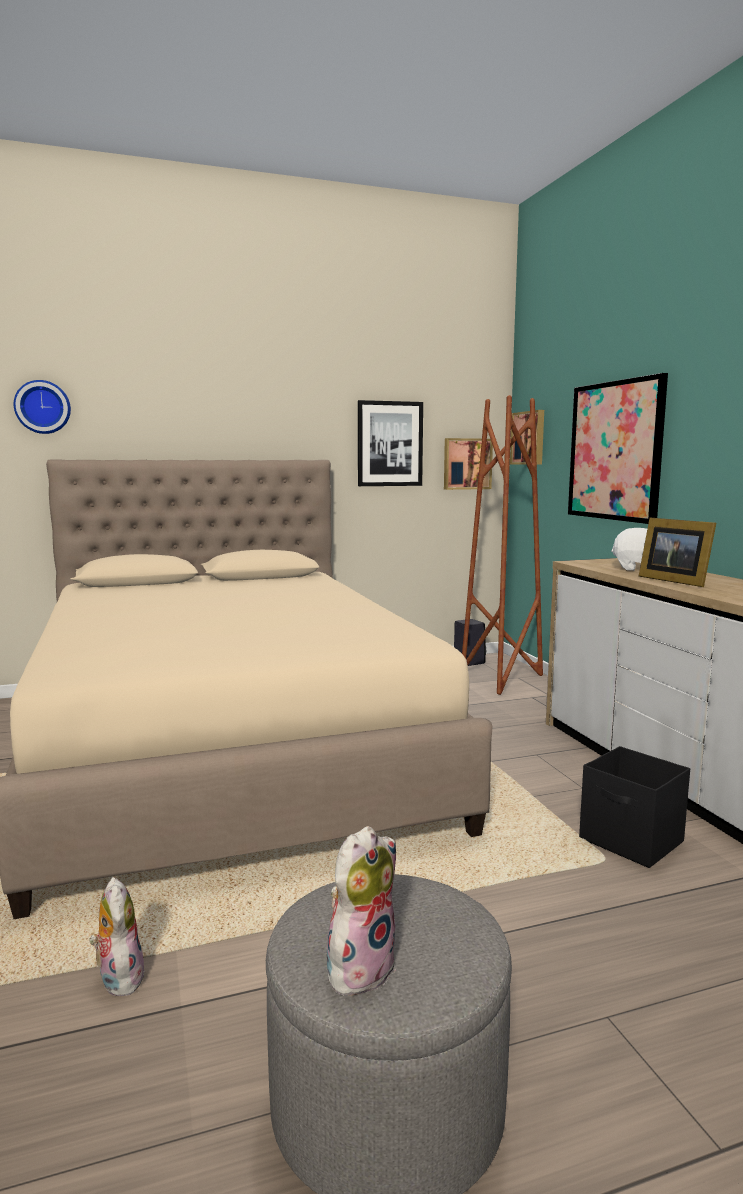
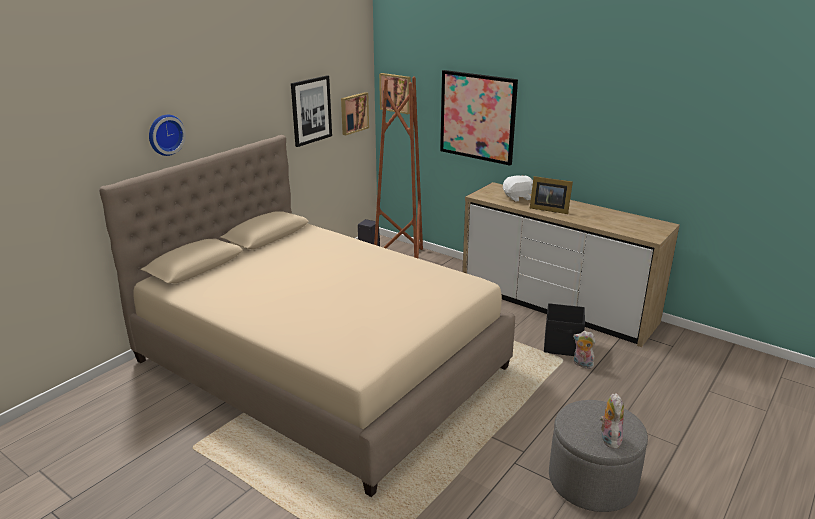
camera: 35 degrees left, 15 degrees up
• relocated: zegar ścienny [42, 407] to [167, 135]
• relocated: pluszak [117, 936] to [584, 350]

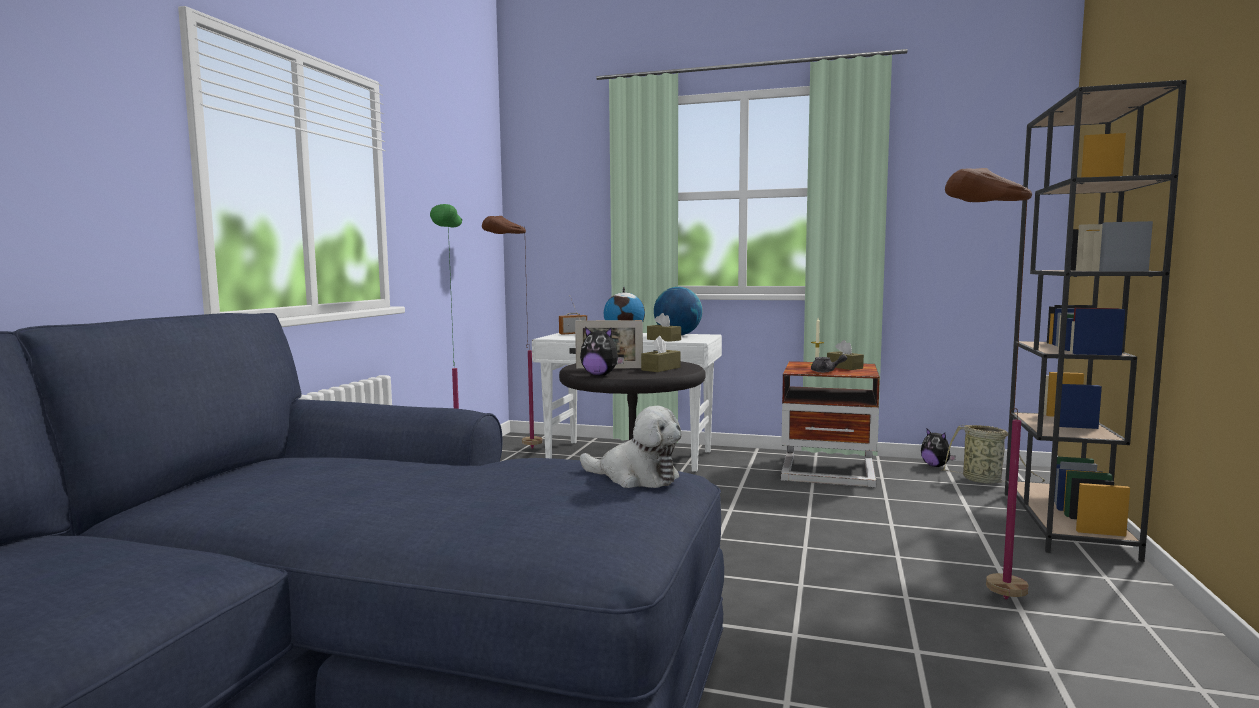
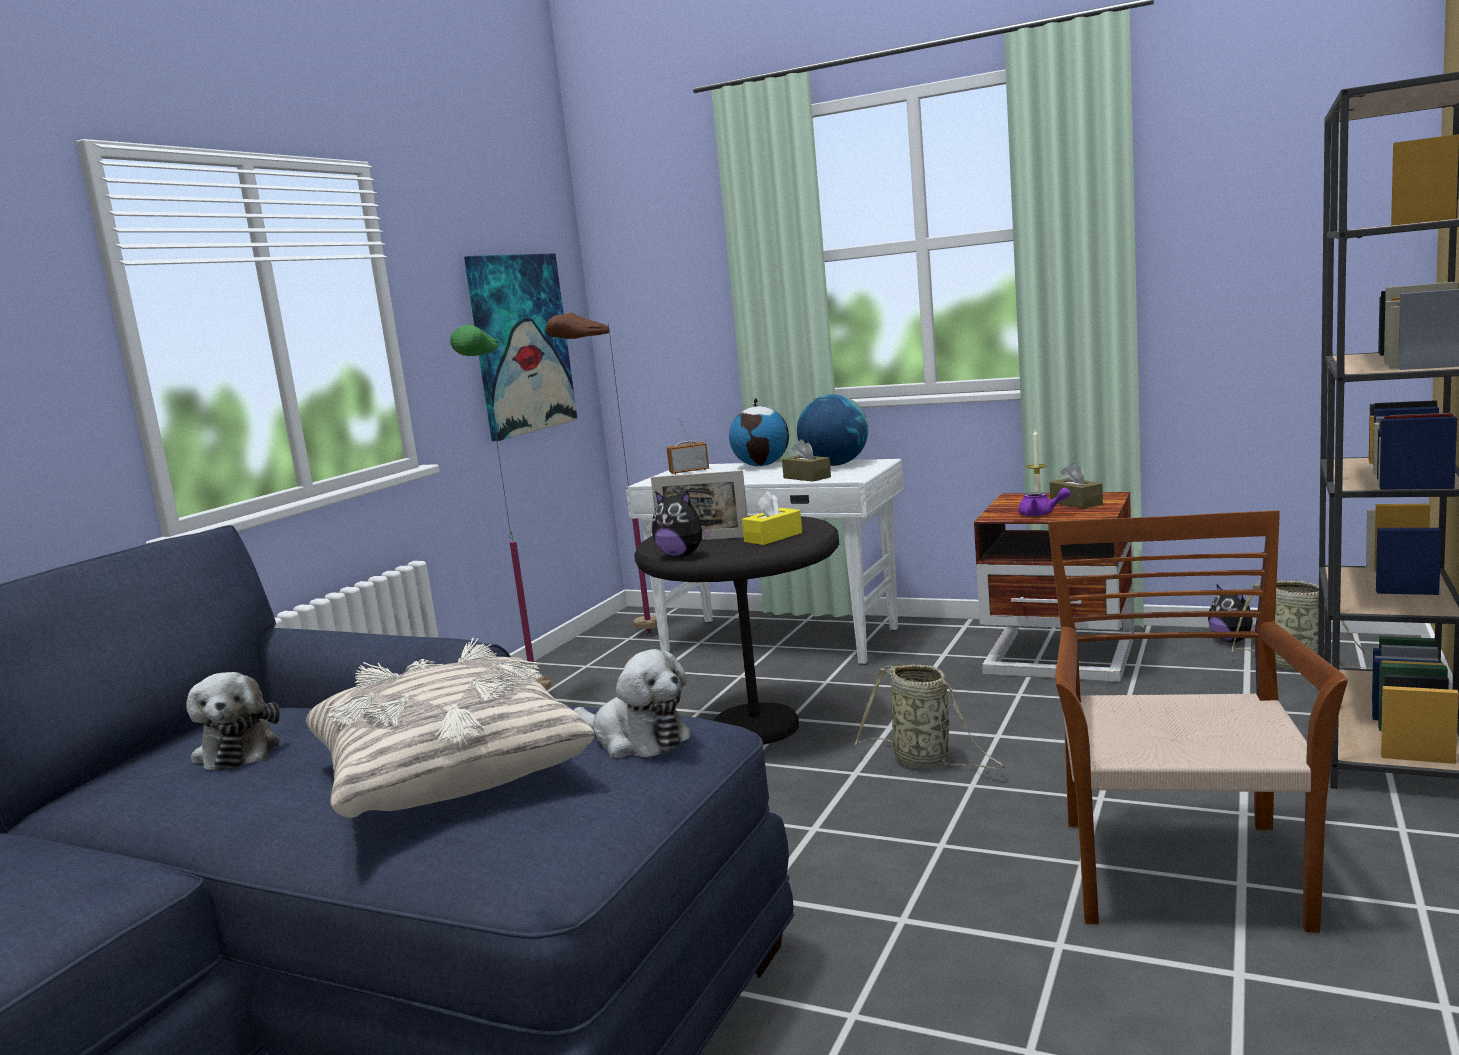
camera: 10 degrees right, 5 degrees up
• appeared: pluszak [233, 721]
• appeared: poduszka [beżowy] [450, 728]
• appeared: obraz [520, 347]
• colour: pudełko chusteczek [brązowy] [660, 354] to pudełko chusteczek [żółty] [772, 518]
• appeared: koszyk [930, 716]
• colour: imbryk [szary] [829, 363] to imbryk [fioletowy] [1044, 502]
• exchanged: lampa stojąca [brązowy] [988, 383] to fotel [brązowy] [1198, 721]

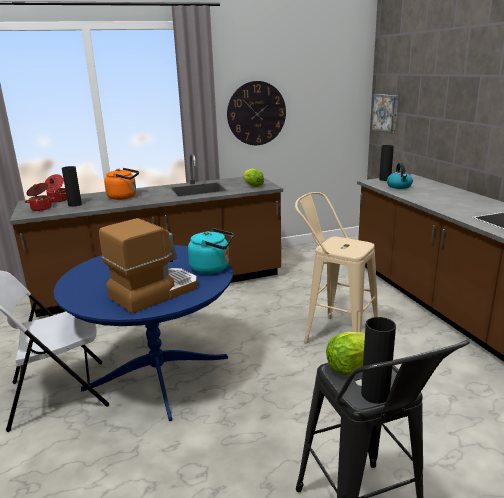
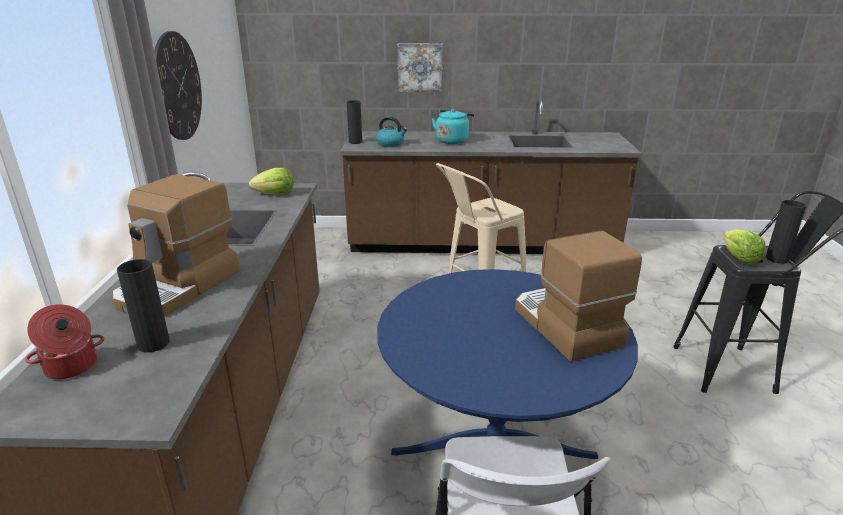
camera: 70 degrees left, 5 degrees up
• exchanged: czajnik [pomarańczowy] [121, 184] to ekspres do kawy [175, 245]
• relocated: obraz [385, 114] to [420, 67]
• relocated: czajnik [turkusowy] [211, 251] to [453, 126]
• missing: garnek [39, 197]

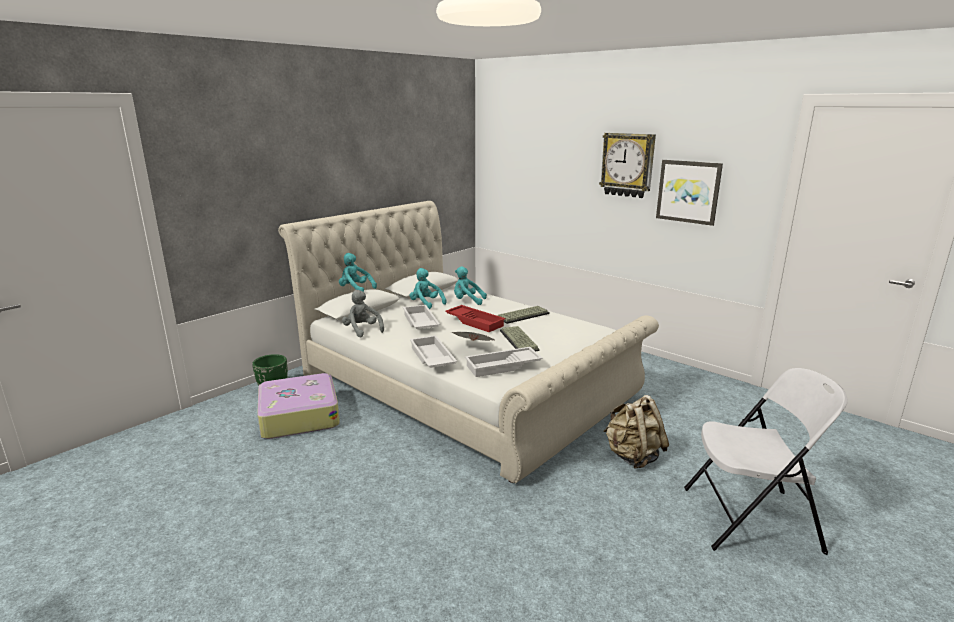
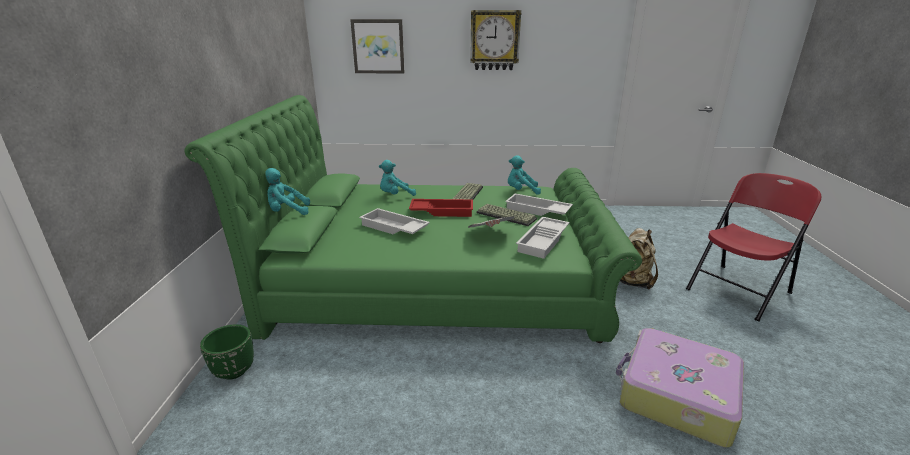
camera: 40 degrees left, 5 degrees up
• colour: łóżko [beżowy] [468, 342] to łóżko [zielony] [413, 219]
• relocated: obraz [689, 193] to [377, 46]
• relocated: taca [biały] [433, 351] to [539, 205]
• relocated: pluszak [turkusowy] [428, 288] to [524, 175]
• relocated: walizka [298, 406] to [680, 388]
• colour: krzesło [biały] [766, 461] to krzesło [czerwony] [753, 247]
• missing: pluszak [szary] [363, 314]

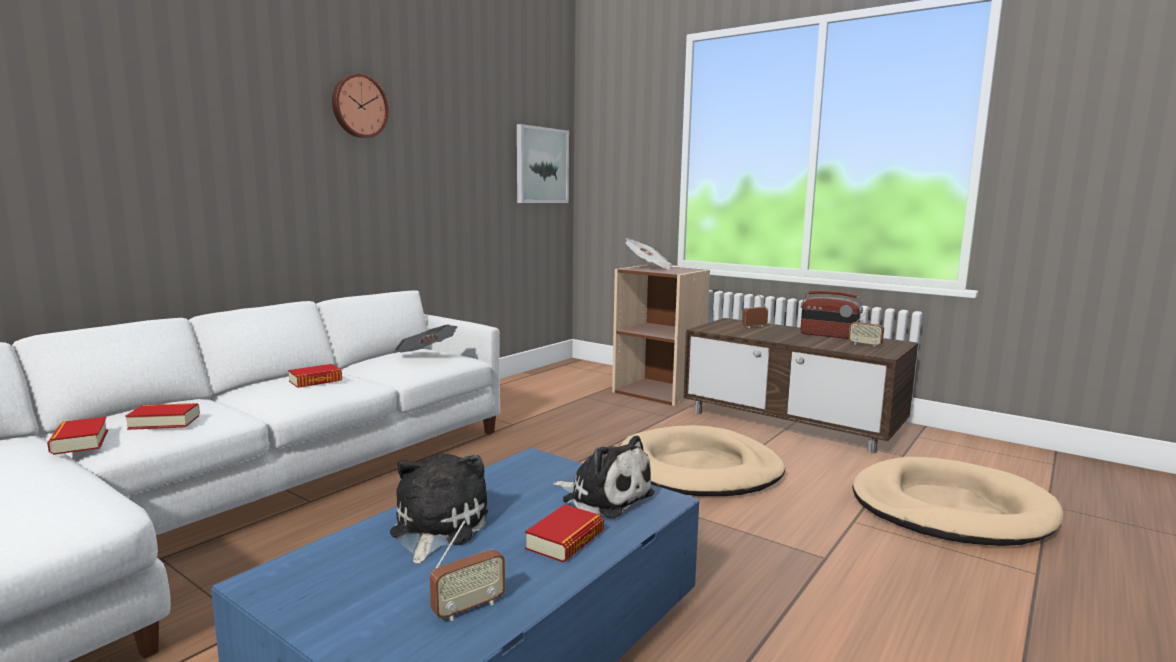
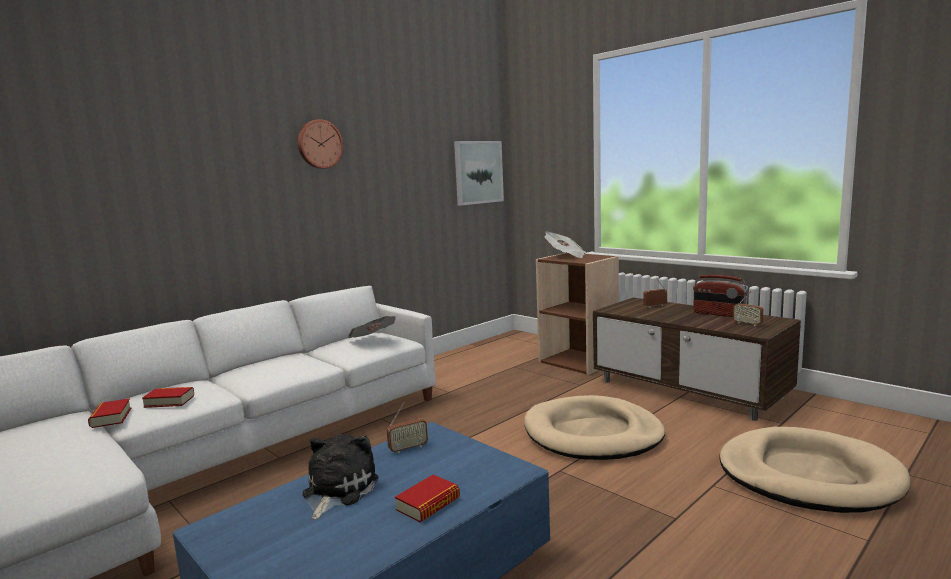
camera: 10 degrees right, 0 degrees up
• relocated: radio [467, 571] to [407, 428]
• missing: książka [315, 376]
• missing: pluszak [603, 477]

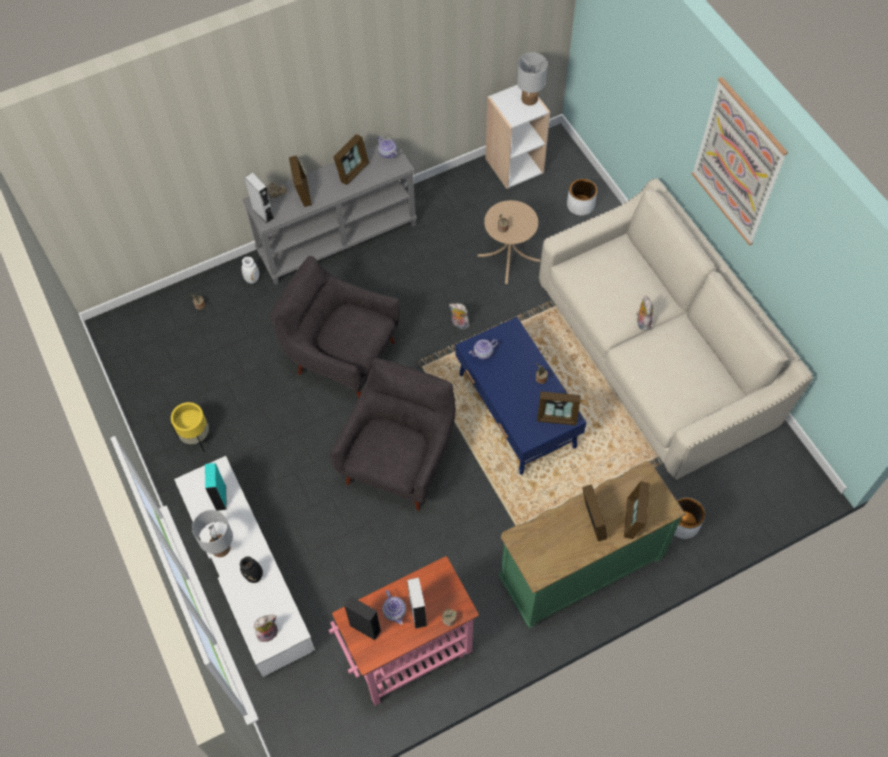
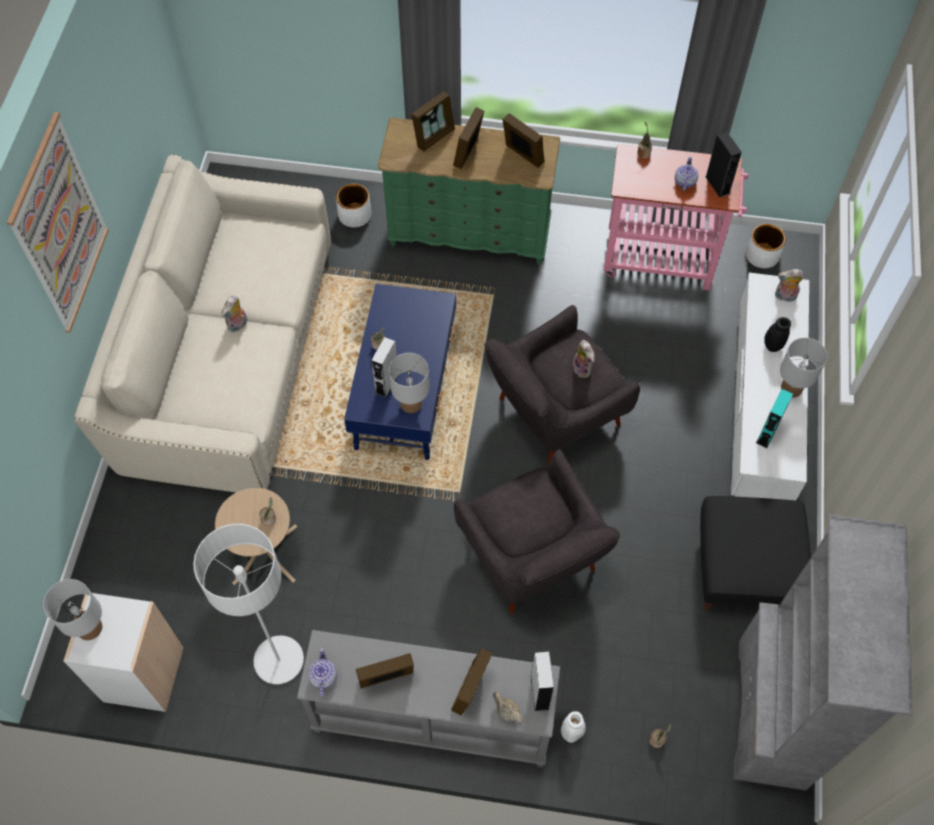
camera: 145 degrees left, 0 degrees up
• appeared: lampa stojąca [szary] [248, 604]
• relocated: głośnik [szary] [417, 603] to [384, 367]
• exchanged: imbryk [483, 349] to lampa stołowa [szary] [409, 383]
• relocated: ramka na zdjęcie [559, 408] to [524, 140]
• relocated: pluszak [459, 316] to [584, 359]
• exchanged: donica [żółty] [190, 427] to pufa [czarny] [755, 553]
• appeared: regał [szary] [823, 652]
• relocated: donica [biały] [582, 197] to [766, 246]

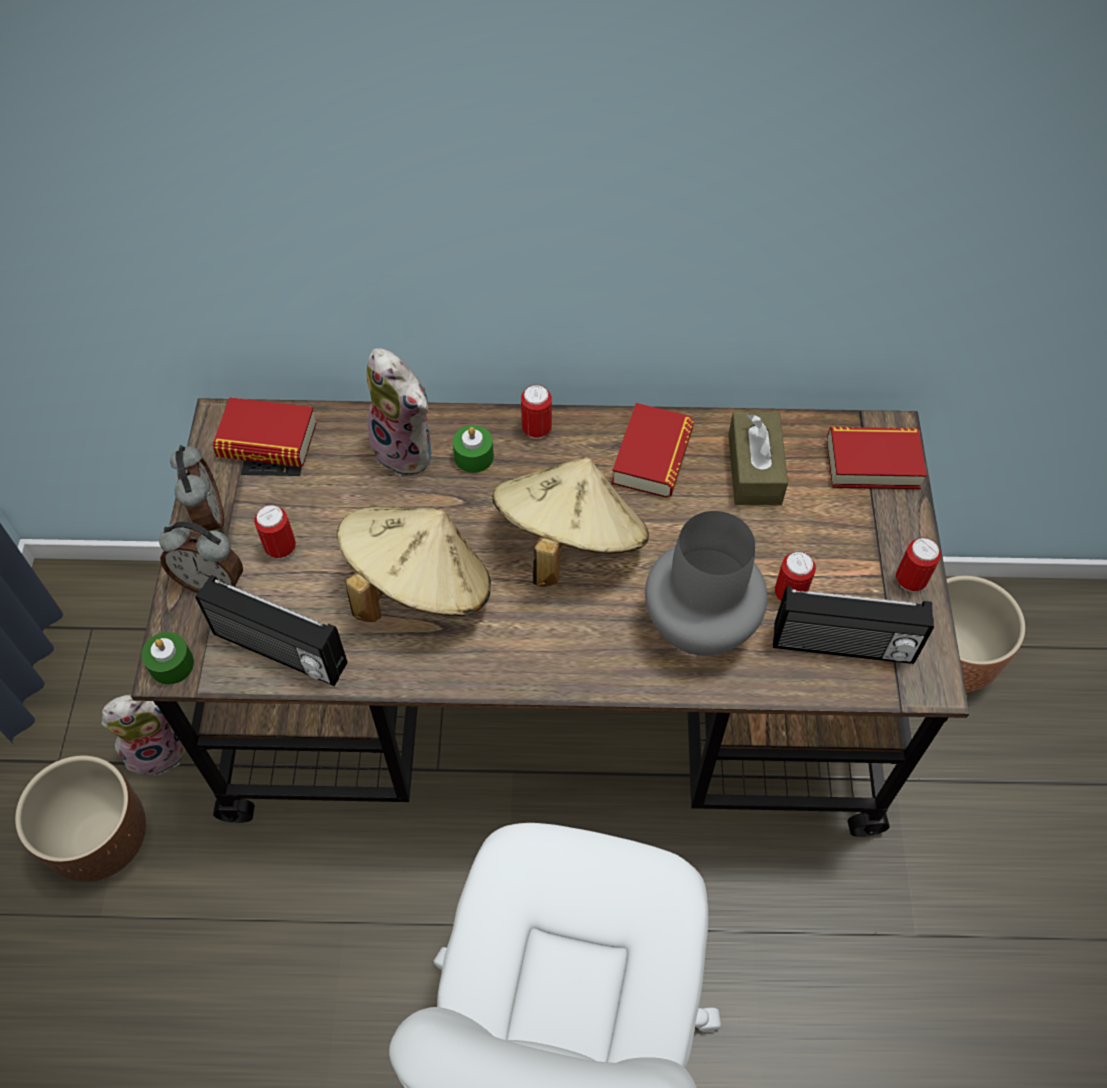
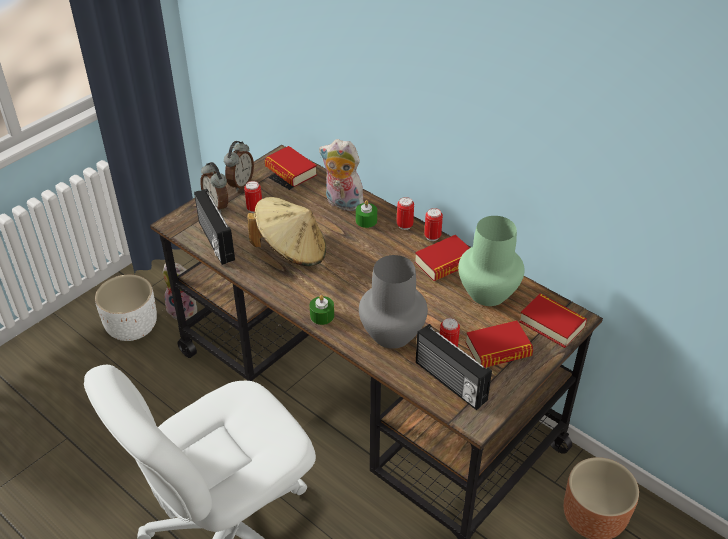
camera: 40 degrees right, 15 degrees down
• colour: donica [brązowy] [80, 818] to donica [biały] [126, 308]
• relocated: świeca [zielony] [167, 658] to [322, 310]
• spun: pluszak [398, 412] = [341, 175] 120 degrees clockwise
• relocated: puszka [918, 565] to [433, 224]
• exchanged: pudełko chusteczek [brązowy] [758, 458] to wazon [zielony] [491, 261]
• appeared: książka [499, 344]
• missing: kapelusz [beżowy] [570, 522]

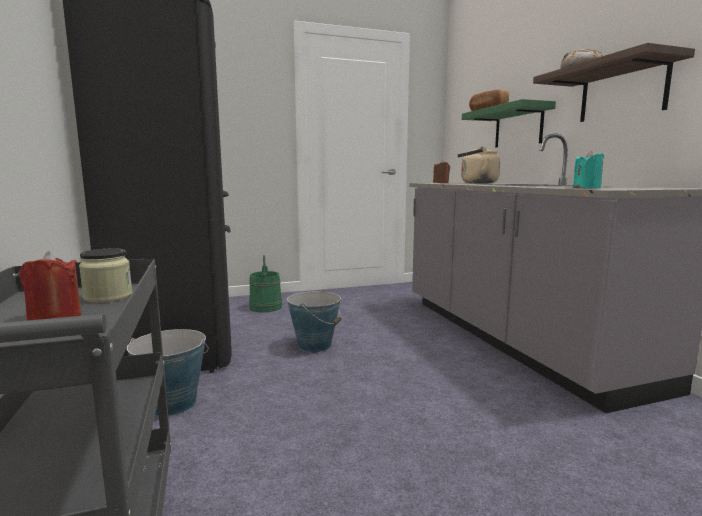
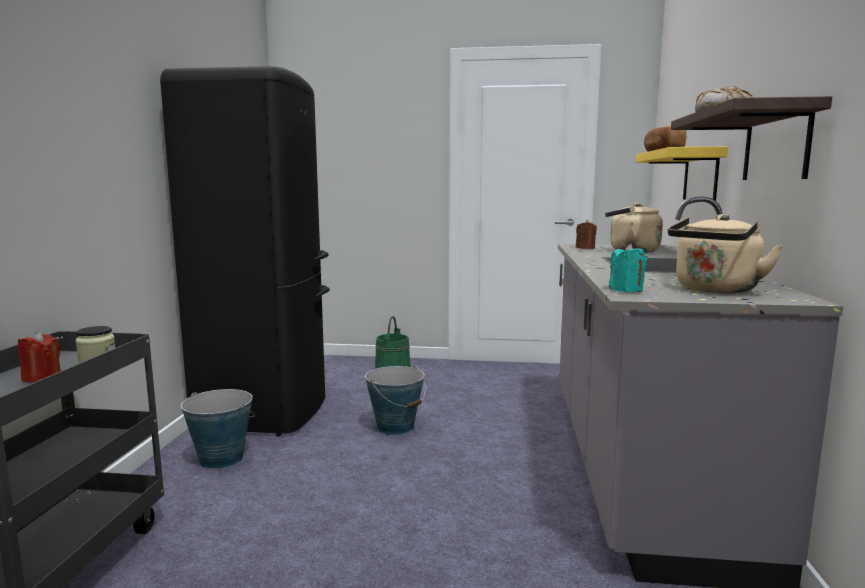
camera: 25 degrees right, 0 degrees up
• colour: półka [zielony] [509, 123] to półka [żółty] [682, 174]
• appeared: czajnik [beżowy] [725, 253]

